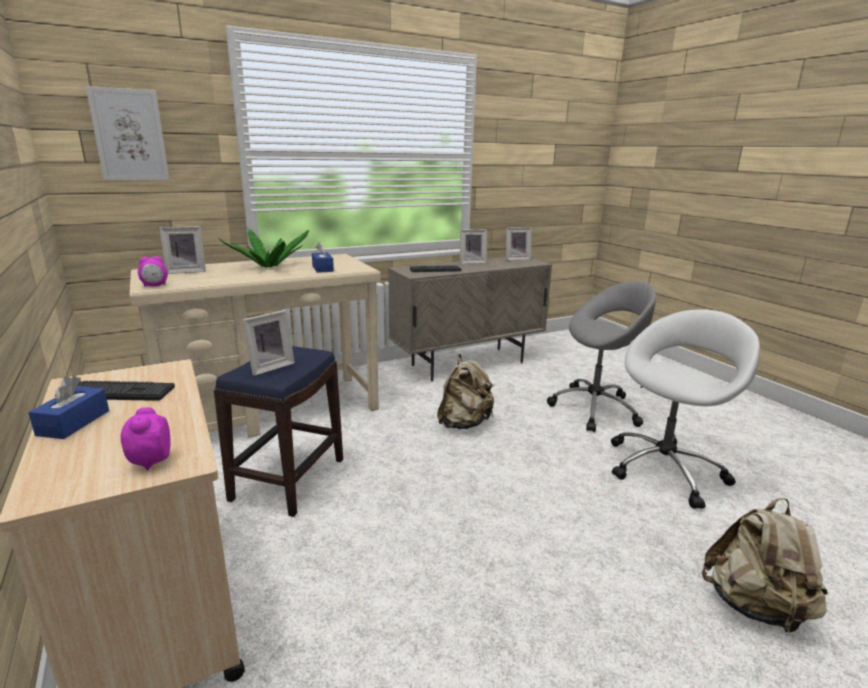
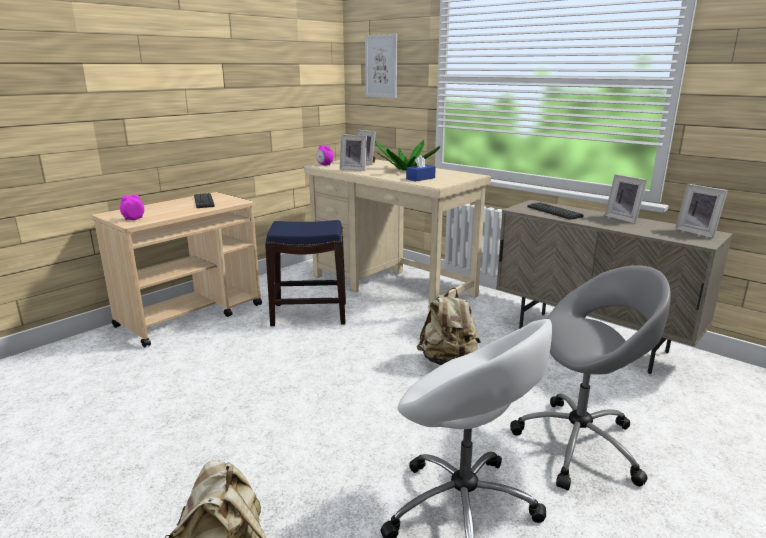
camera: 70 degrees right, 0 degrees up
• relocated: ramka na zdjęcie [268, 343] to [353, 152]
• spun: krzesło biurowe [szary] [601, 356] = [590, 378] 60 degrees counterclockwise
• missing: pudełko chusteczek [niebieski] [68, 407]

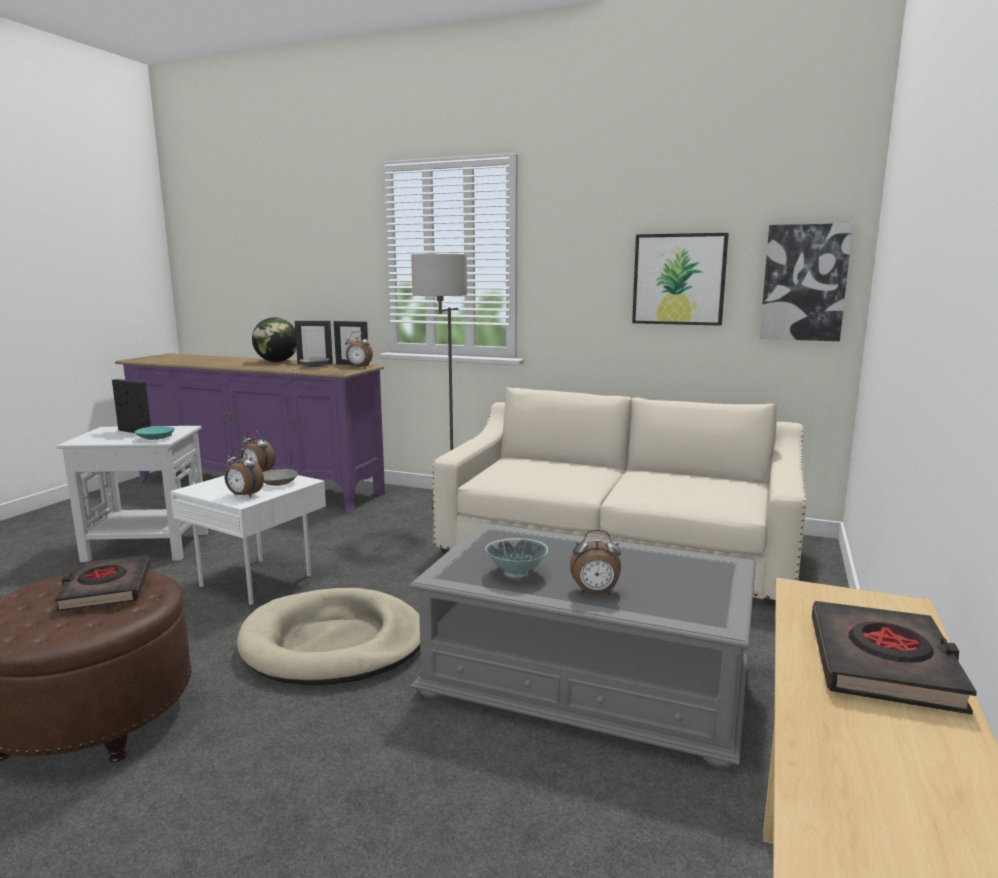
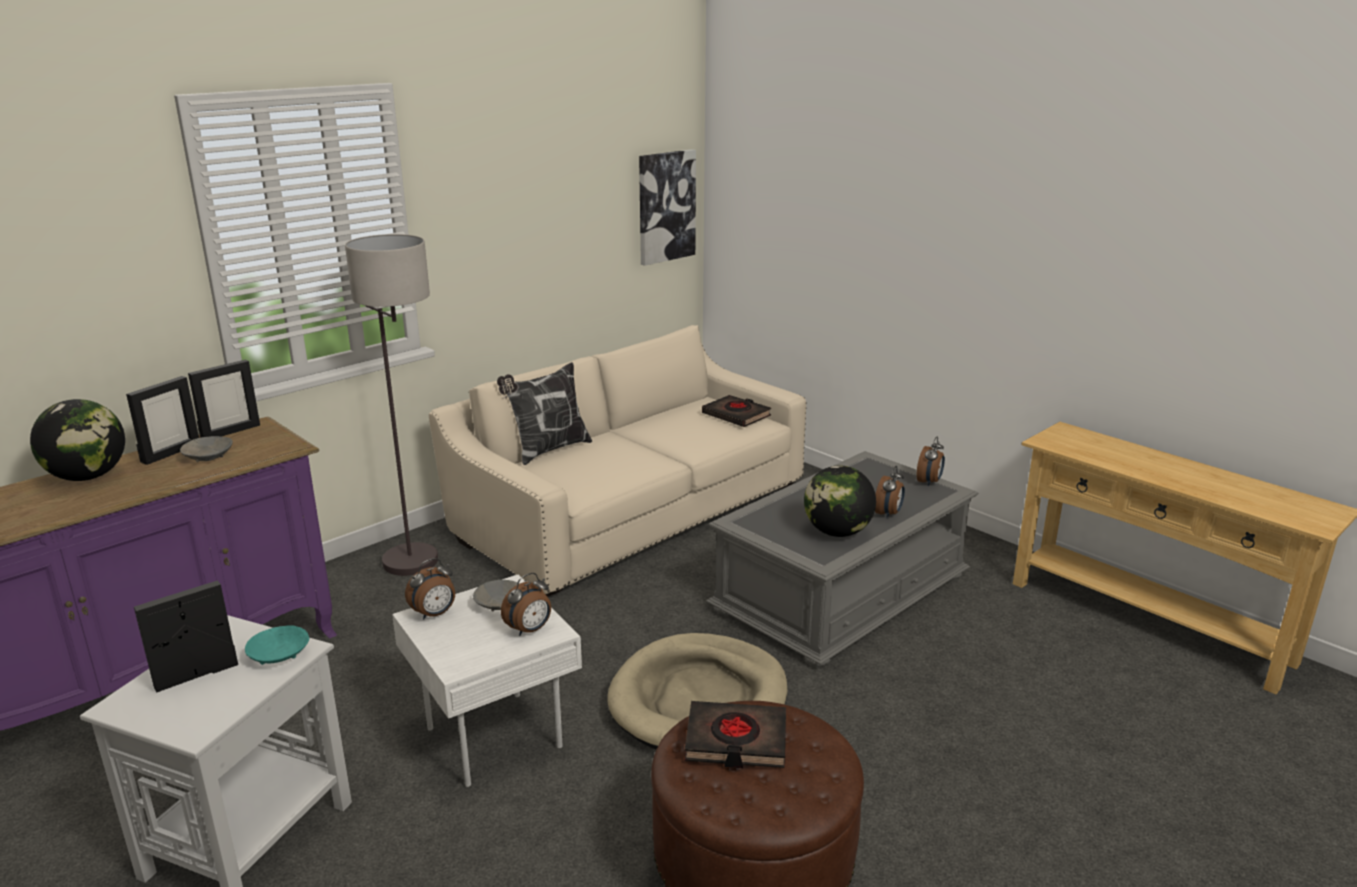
camera: 65 degrees left, 10 degrees up
• appeared: poduszka [544, 413]
• relocated: książka [czarny] [894, 658] to [736, 411]
• exchanged: miska [516, 558] to globus [840, 501]
• relocated: budzik [359, 350] to [931, 461]
• missing: obraz [680, 279]

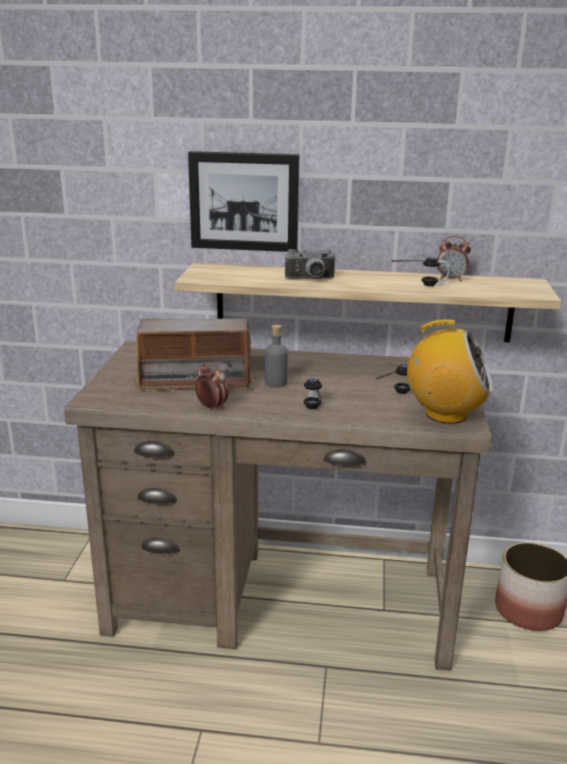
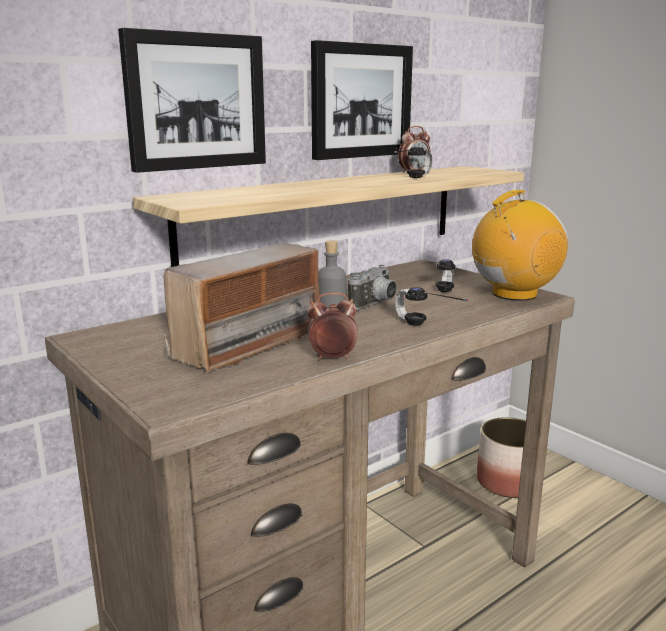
camera: 45 degrees left, 5 degrees down
• appeared: obraz [362, 100]
• relocated: aparat fotograficzny [310, 264] to [372, 287]

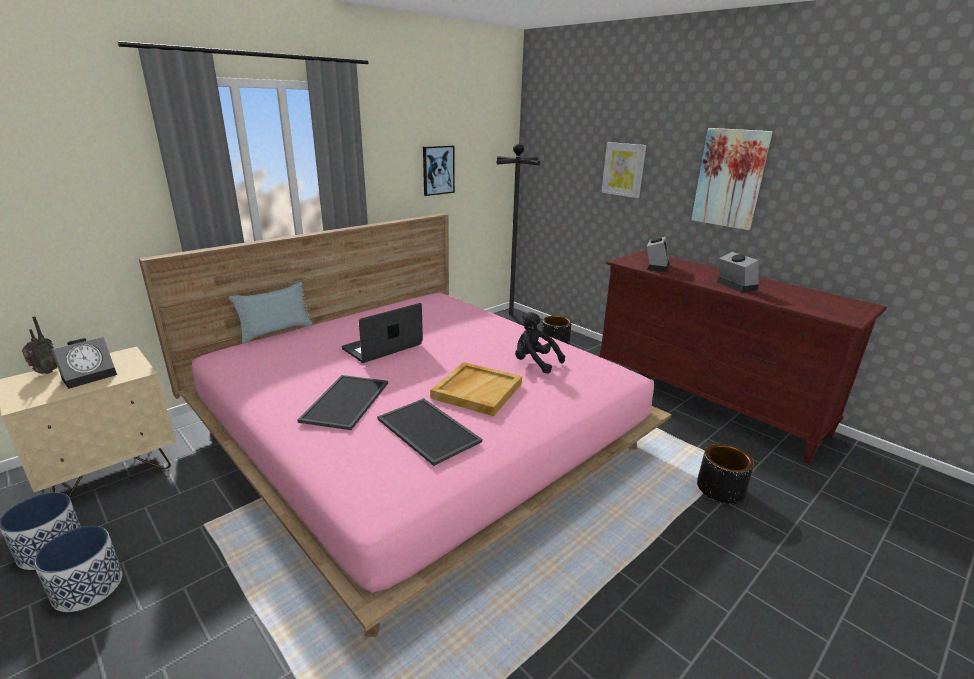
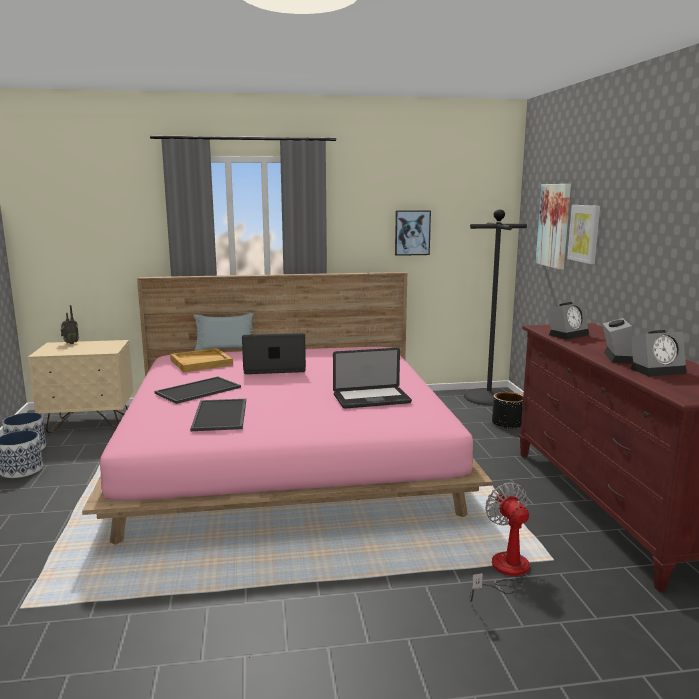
camera: 35 degrees right, 10 degrees down
• relocated: taca [beżowy] [476, 389] to [201, 360]
• exchanged: pluszak [czarny] [540, 343] to laptop [372, 378]
• exchanged: donica [czarny] [725, 474] to wentylator [499, 542]
• relocated: obraz [732, 179] to [553, 226]
• relocated: budzik [84, 363] to [658, 353]

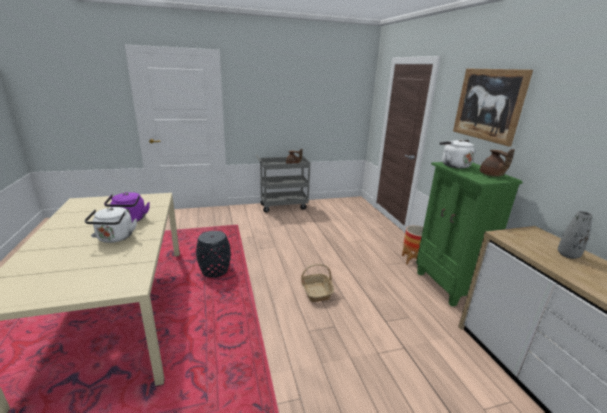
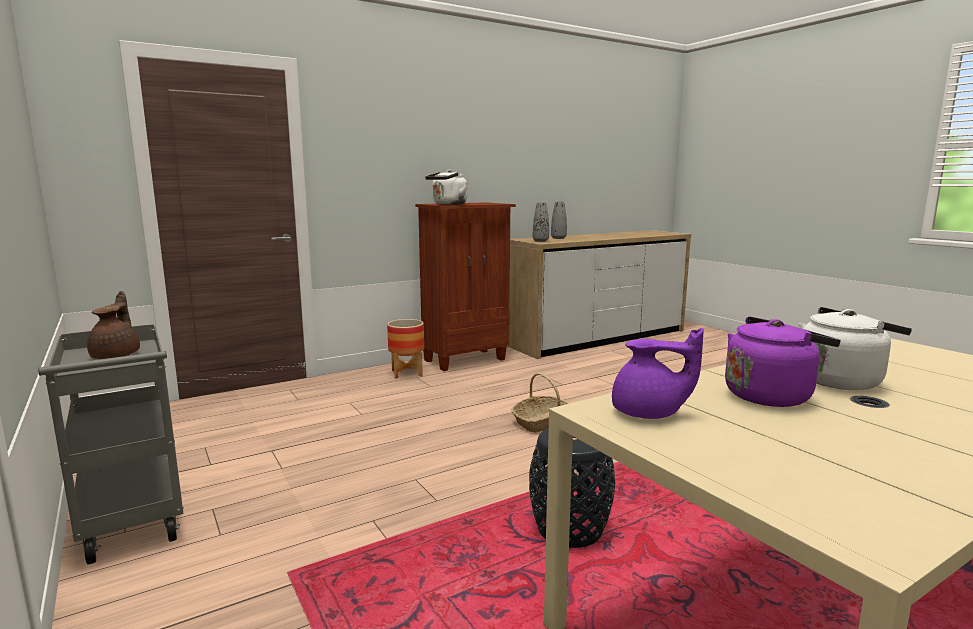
camera: 105 degrees left, 10 degrees down
• colour: szafka [zielony] [469, 234] to szafka [brązowy] [466, 287]
• appeared: wazon [szary] [541, 222]
• appeared: imbryk [fioletowy] [658, 373]
• missing: obraz [493, 107]
• missing: imbryk [brązowy] [497, 163]

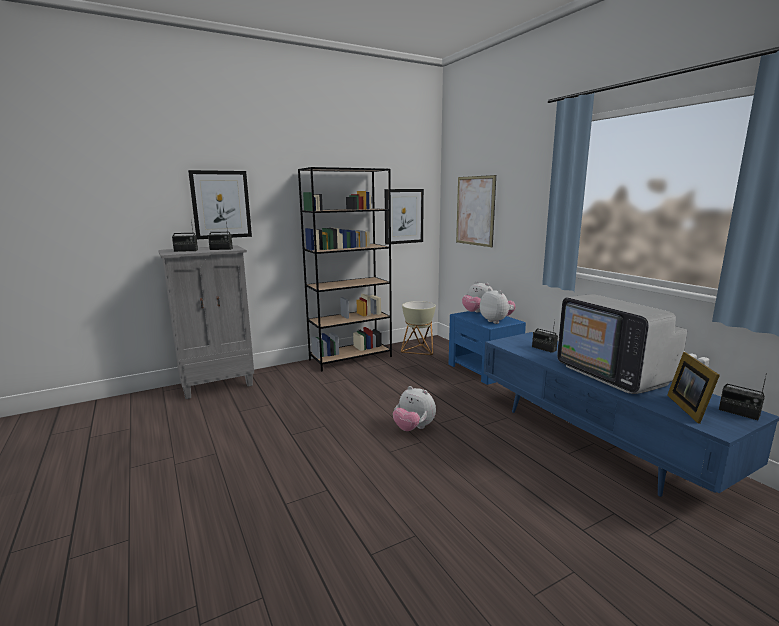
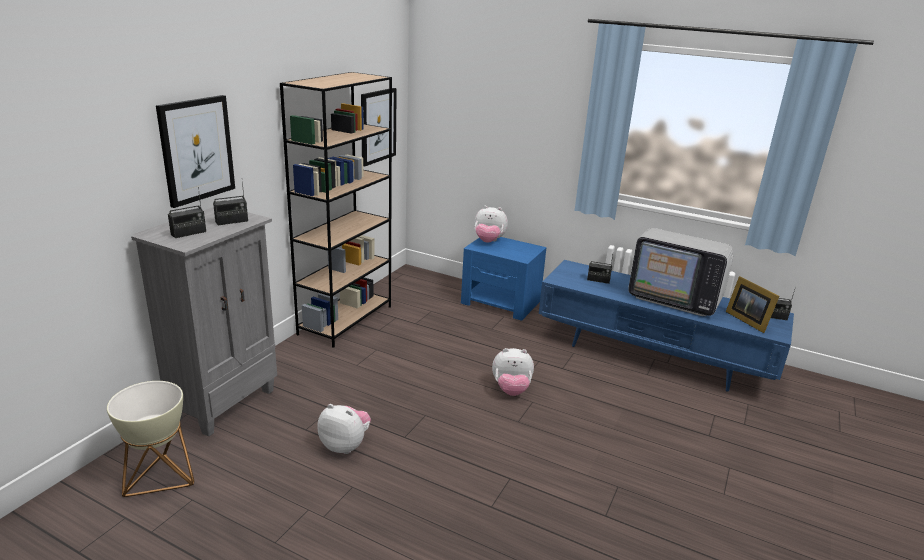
camera: 35 degrees left, 10 degrees up
• relocated: donica [418, 328] to [150, 439]
• relocated: pluszak [498, 306] to [344, 429]
• missing: obraz [476, 211]

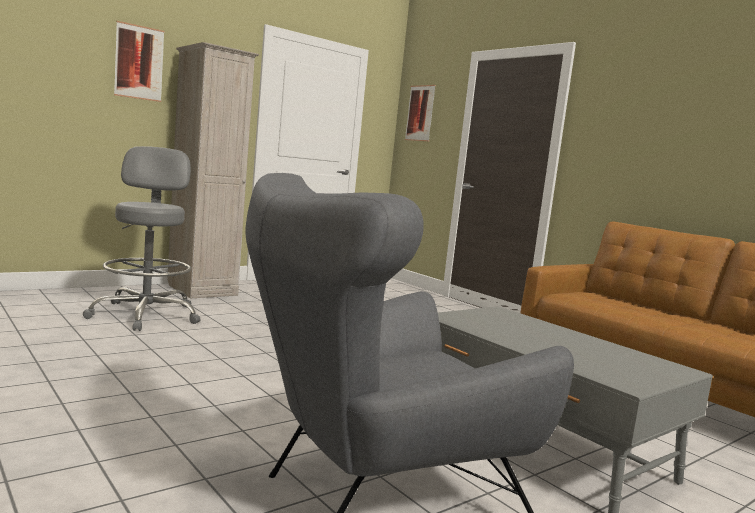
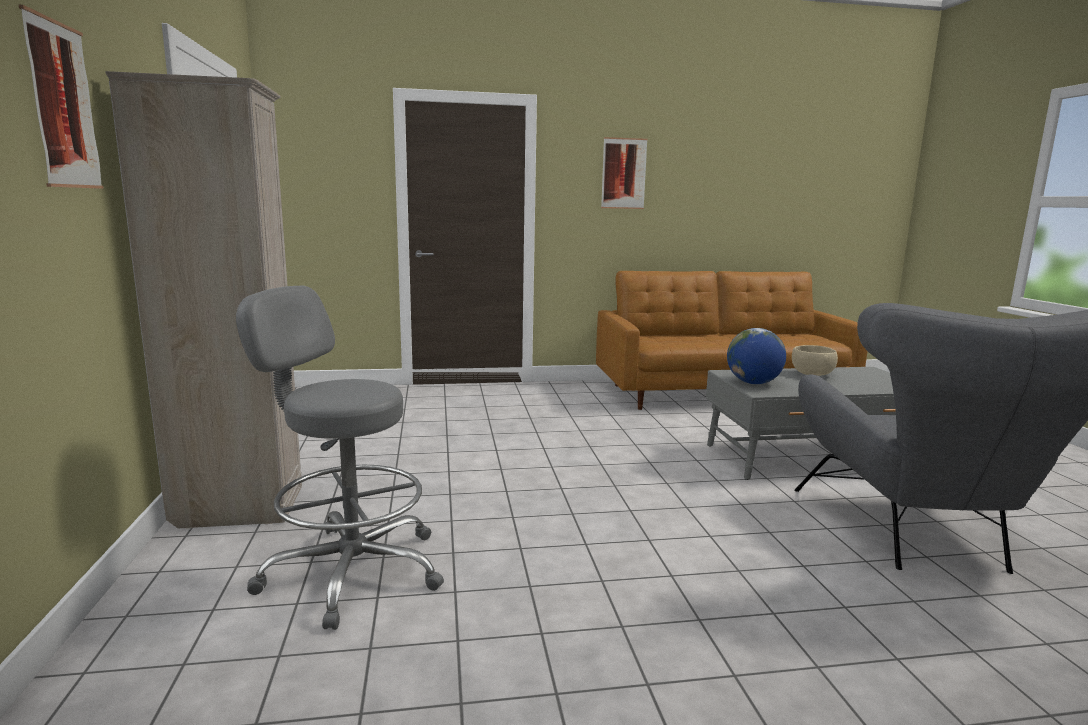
camera: 60 degrees left, 5 degrees up
• relocated: obraz [420, 113] to [624, 173]
• appeared: globus [756, 356]
• appeared: miska [beżowy] [815, 360]

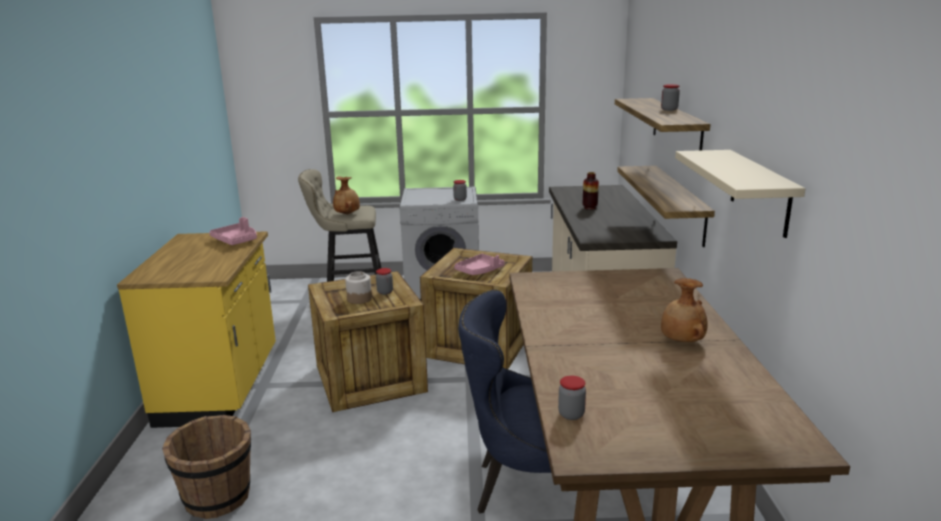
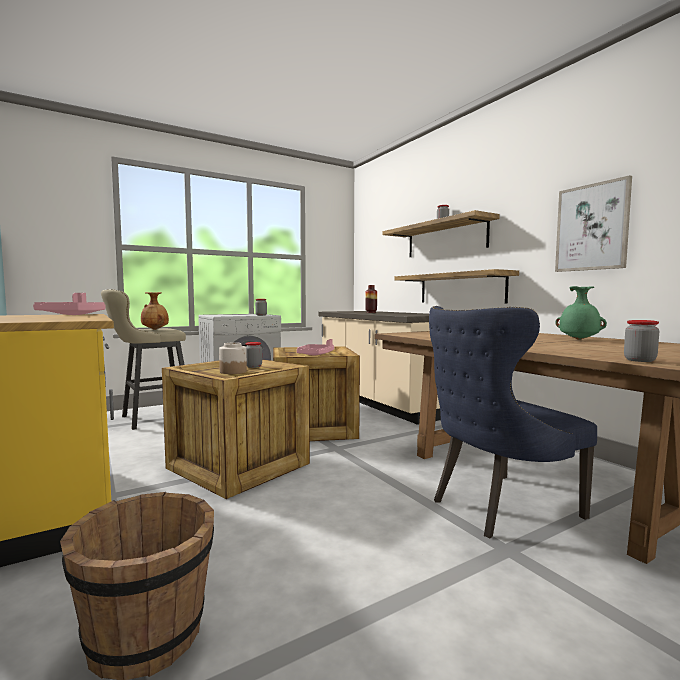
camera: 30 degrees left, 15 degrees down
• exchanged: półka [beżowy] [740, 194] to obraz [593, 223]
• colour: wazon [brązowy] [684, 310] to wazon [zielony] [581, 313]

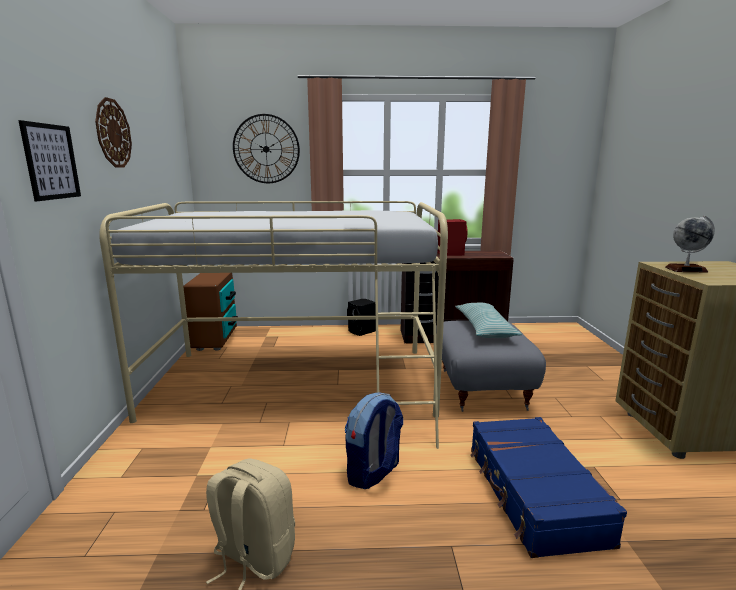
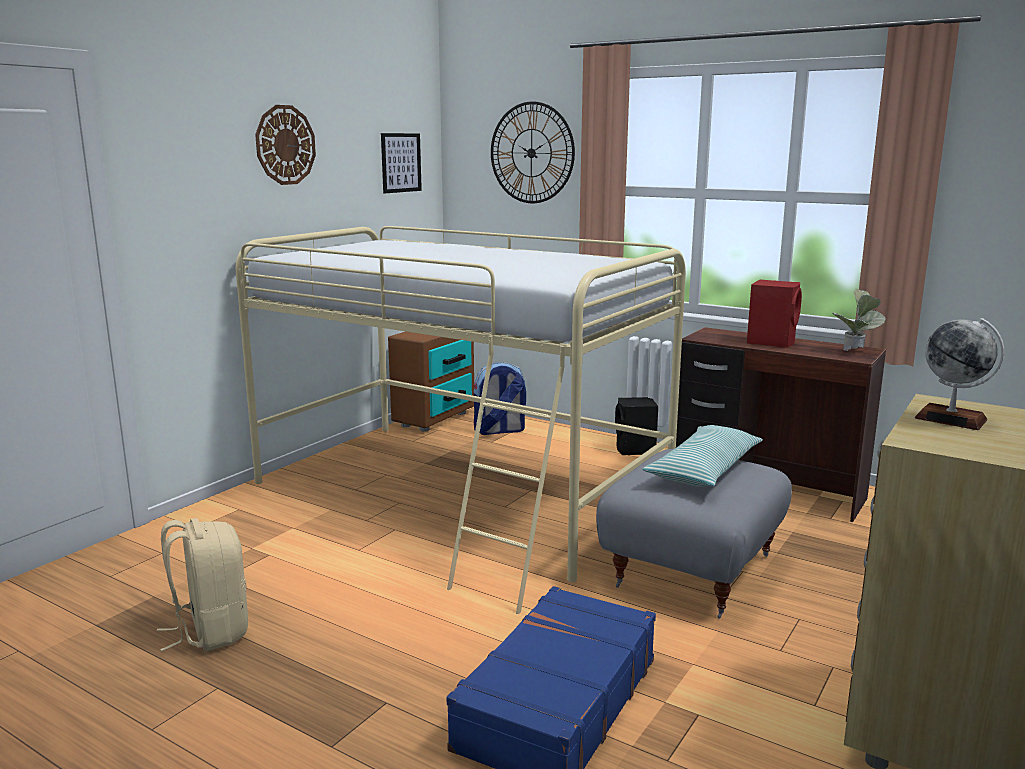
camera: 35 degrees right, 0 degrees up
• relocated: obraz [49, 160] to [401, 163]
• relocated: plecak [374, 441] to [499, 398]
• appeared: roślina doniczkowa [859, 320]

